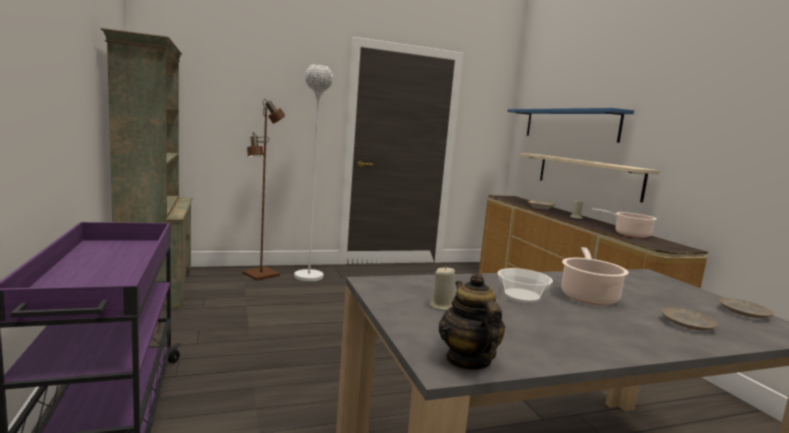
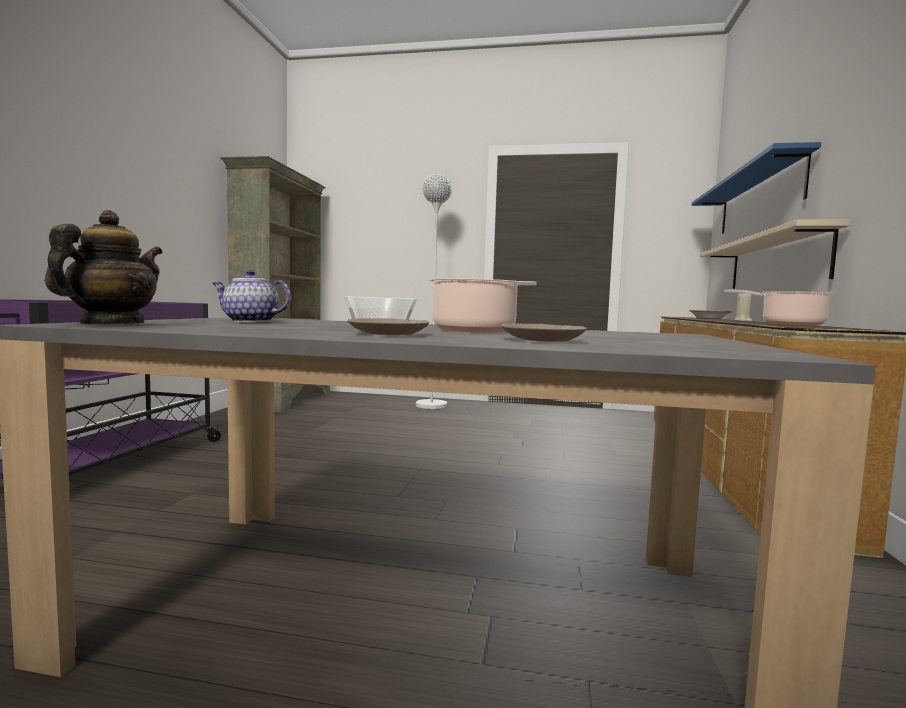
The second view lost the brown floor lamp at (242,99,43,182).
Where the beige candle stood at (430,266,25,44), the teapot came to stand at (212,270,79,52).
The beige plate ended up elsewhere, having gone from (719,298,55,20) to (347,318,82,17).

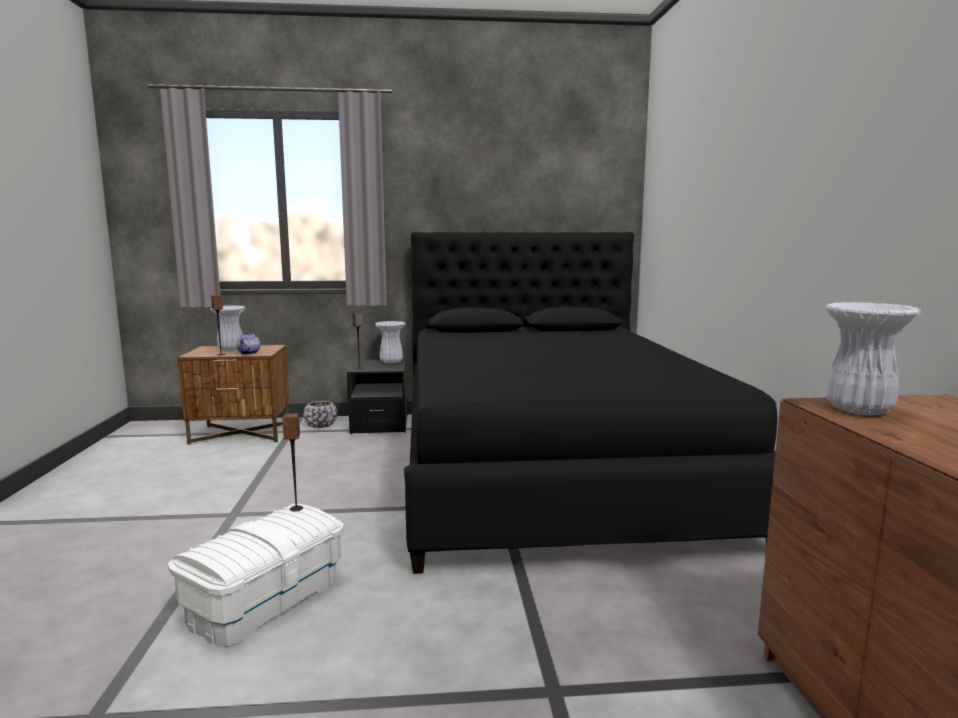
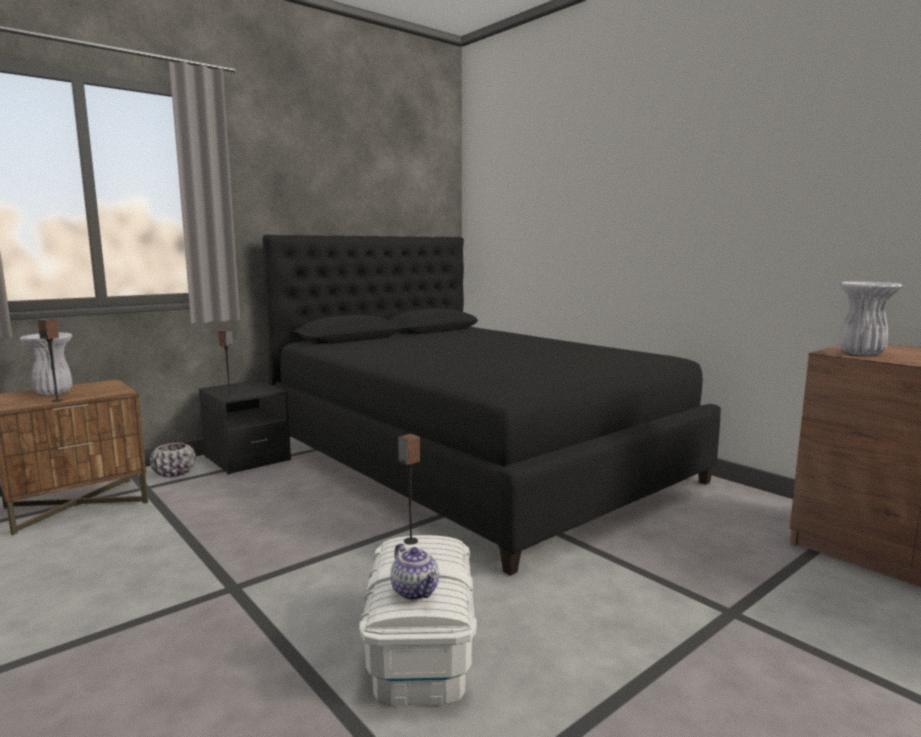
The second view lost the white vase at (375,321,31,42).
The teapot ended up elsewhere, having gone from (237,332,23,23) to (390,544,49,57).

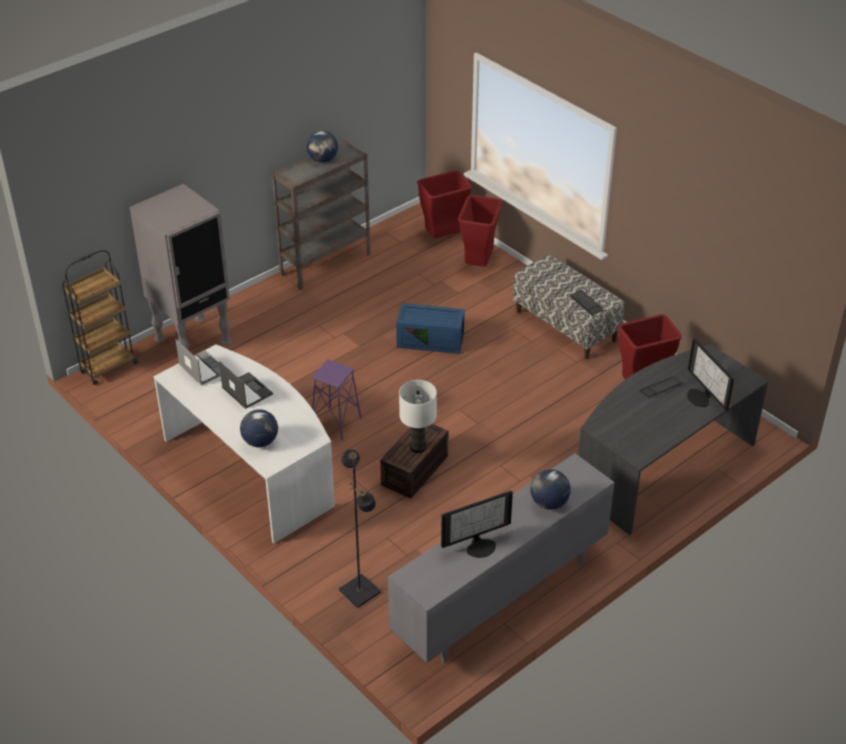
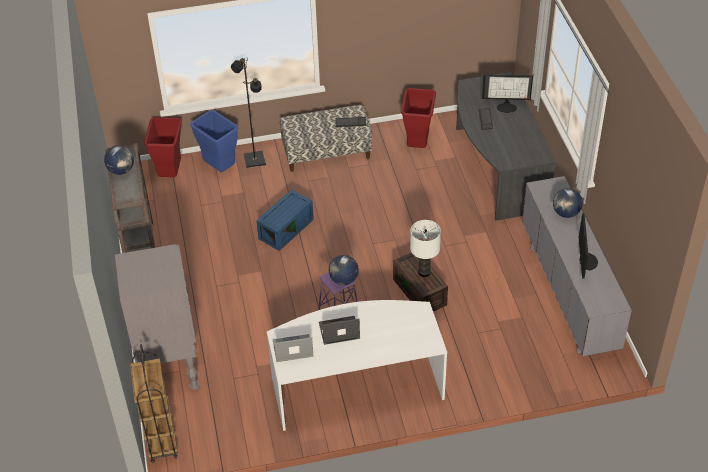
What was the red trash can at (458,195,45,72) turned into the blue trash can at (190,110,48,62).
The globe ended up elsewhere, having gone from (240,409,38,38) to (328,255,31,30).
The black floor lamp ended up elsewhere, having gone from (339,449,41,159) to (231,57,35,111).

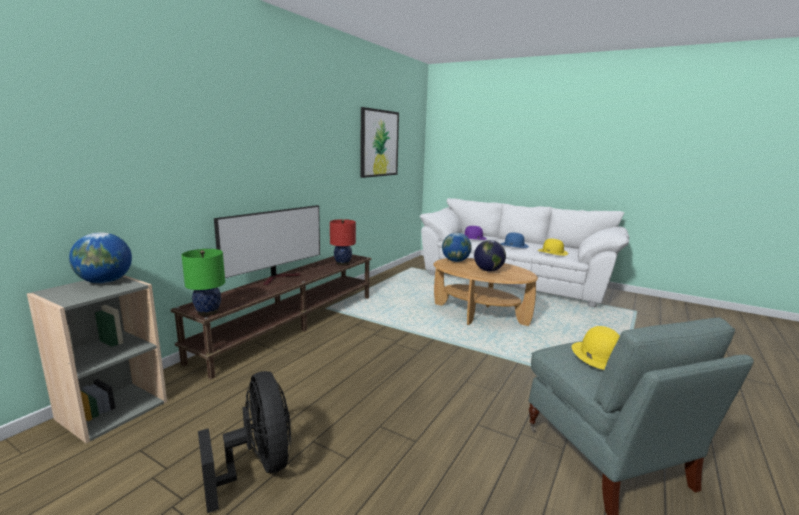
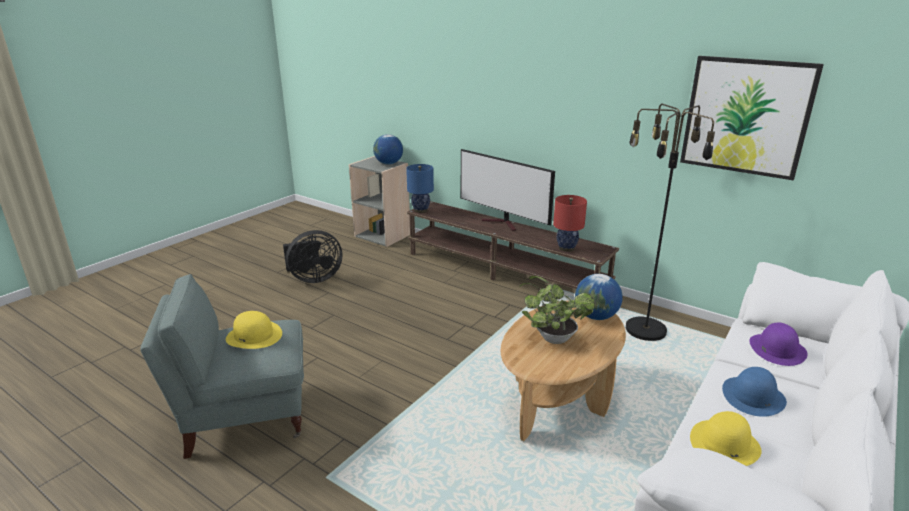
Where the globe stood at (474,240,32,32), the potted plant came to stand at (519,276,76,68).
What was the green table lamp at (181,249,44,67) turned into the blue table lamp at (406,164,28,49).
The second view gained the floor lamp at (626,103,89,238).

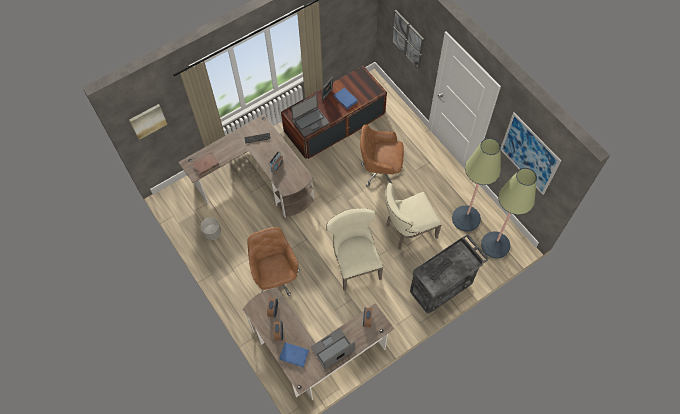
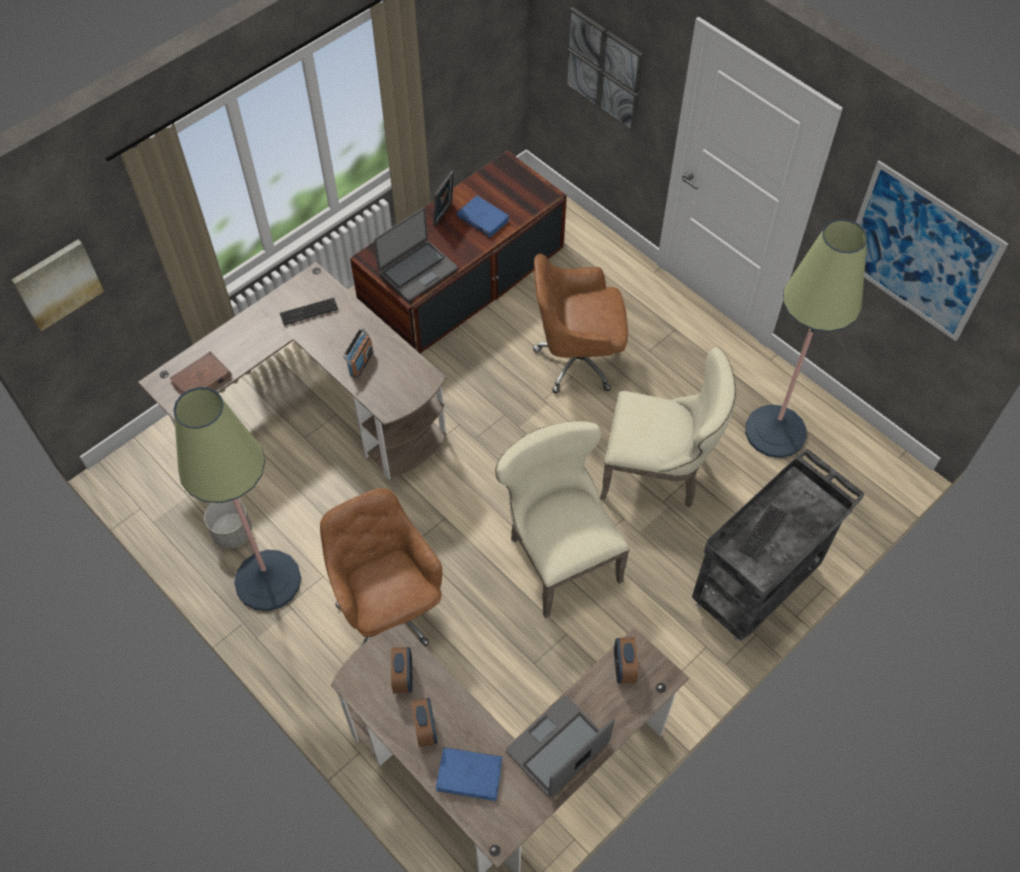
The floor lamp ended up elsewhere, having gone from (481,168,56,91) to (173,387,128,224).
The beige chair at (385,183,57,67) ended up facing another way, 135 degrees counterclockwise from before.

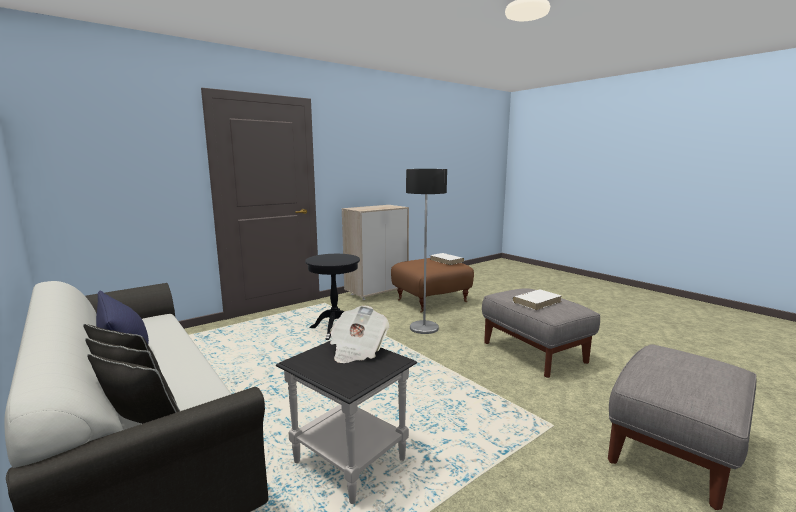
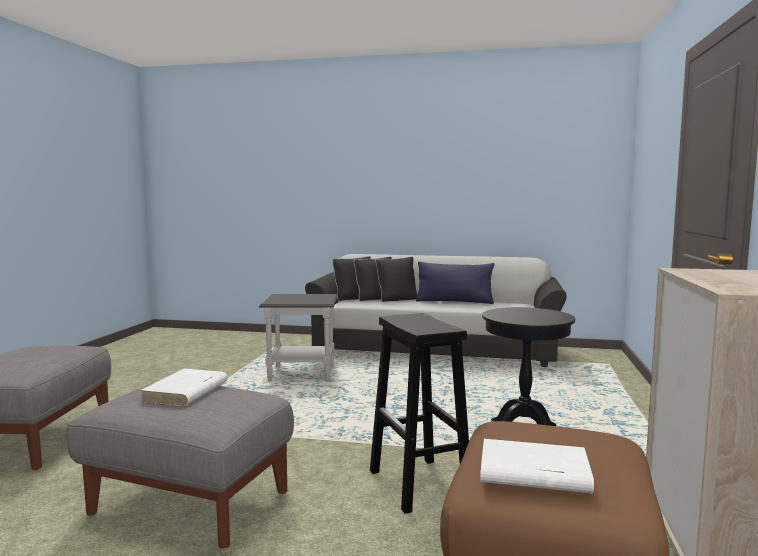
Where the floor lamp stood at (406,169,41,165), the black stool came to stand at (370,313,99,201).
The second view lost the newspaper at (330,305,60,58).

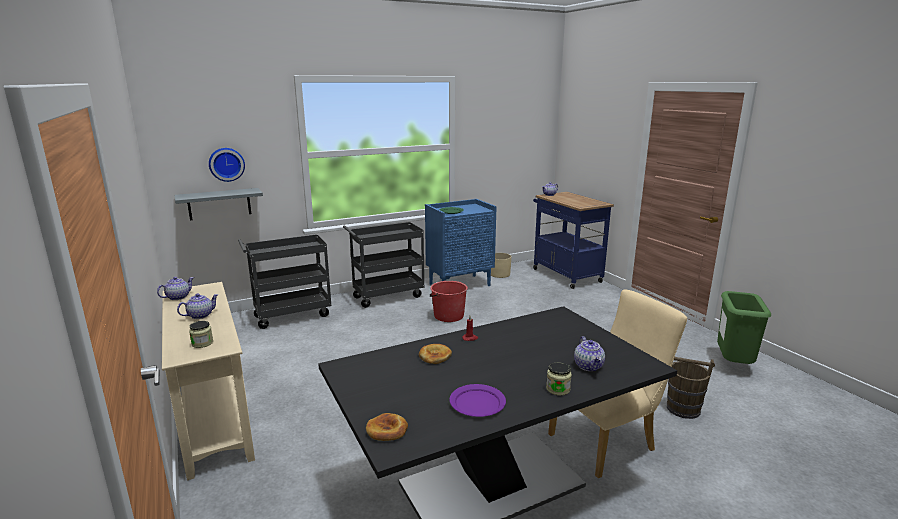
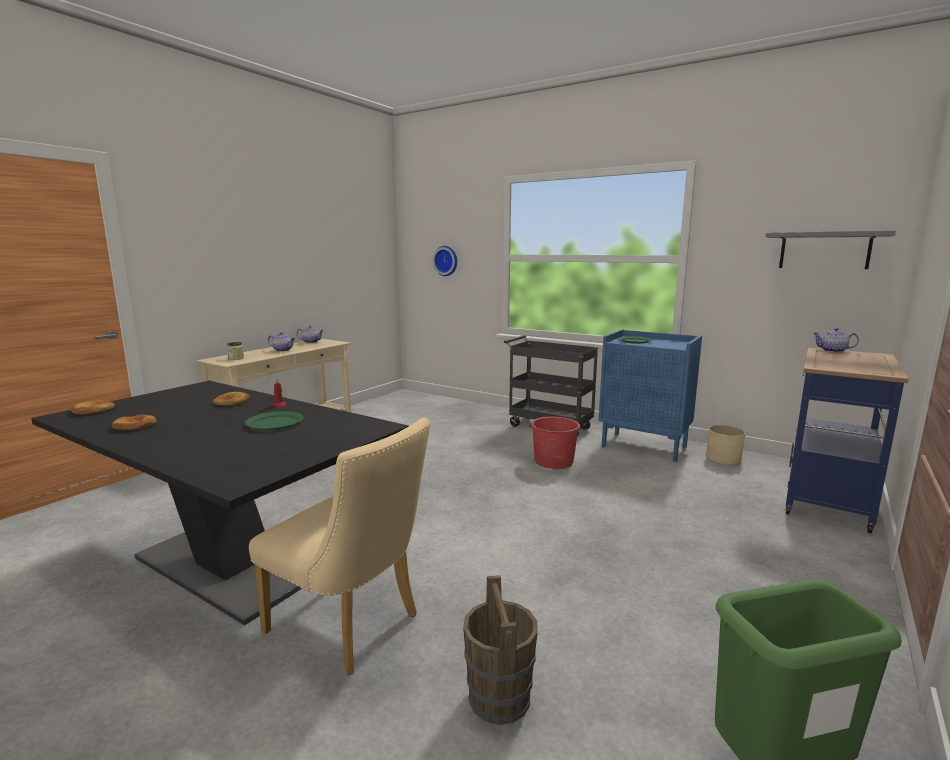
The grey shelf ended up elsewhere, having gone from (175,188,88,32) to (765,231,131,38).
The second view lost the grey cart at (238,235,93,94).
The second view lost the teapot at (574,336,31,35).
The second view lost the jar at (546,362,26,34).
Where the purple plate stood at (449,384,57,33), the bread came to stand at (112,415,44,15).
The second view gained the green plate at (245,411,59,19).

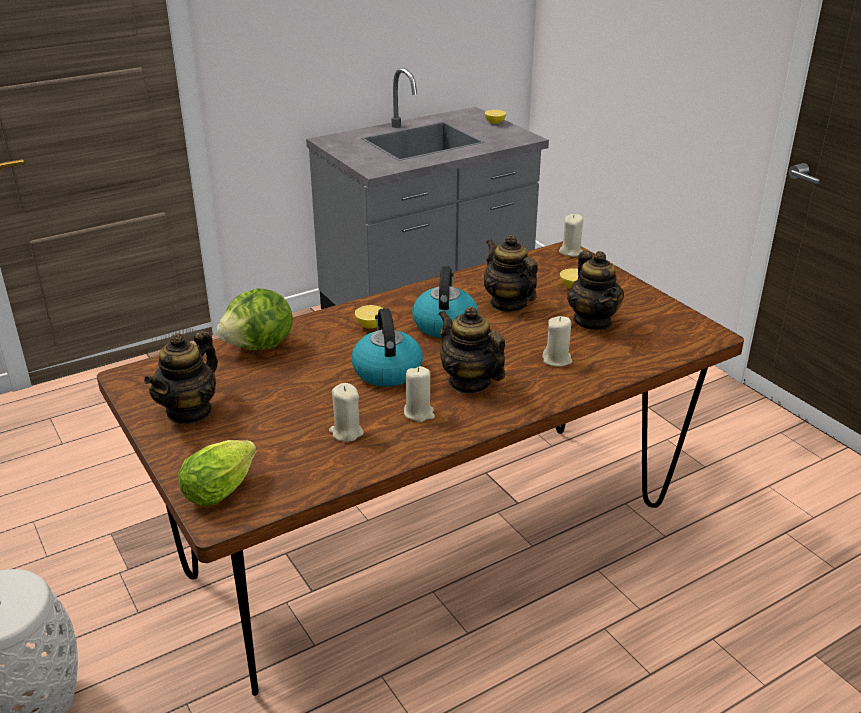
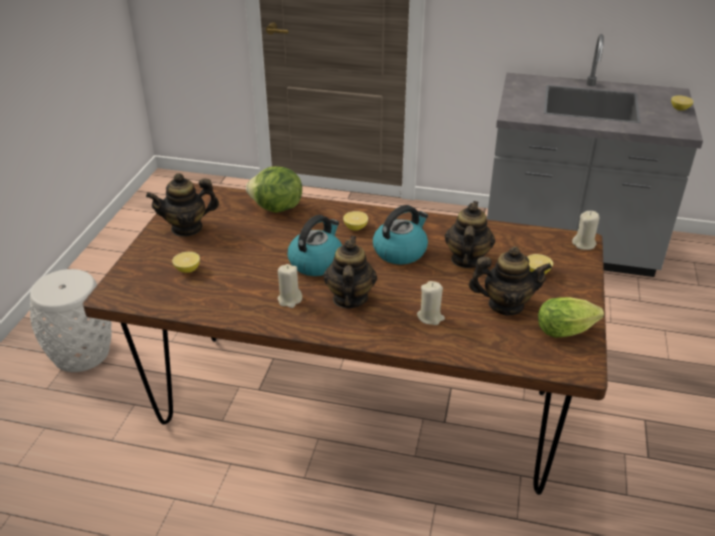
The teapot at (567,251,57,79) ended up facing another way, 120 degrees counterclockwise from before.
The second view lost the beige candle at (329,383,35,59).
The lettuce ended up elsewhere, having gone from (178,440,79,66) to (538,297,66,41).
The second view gained the lemon at (172,252,28,21).

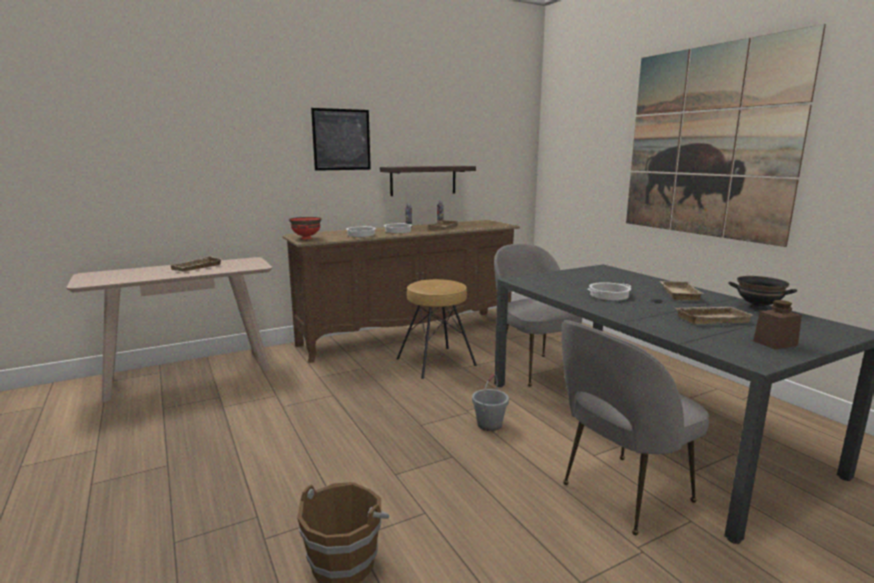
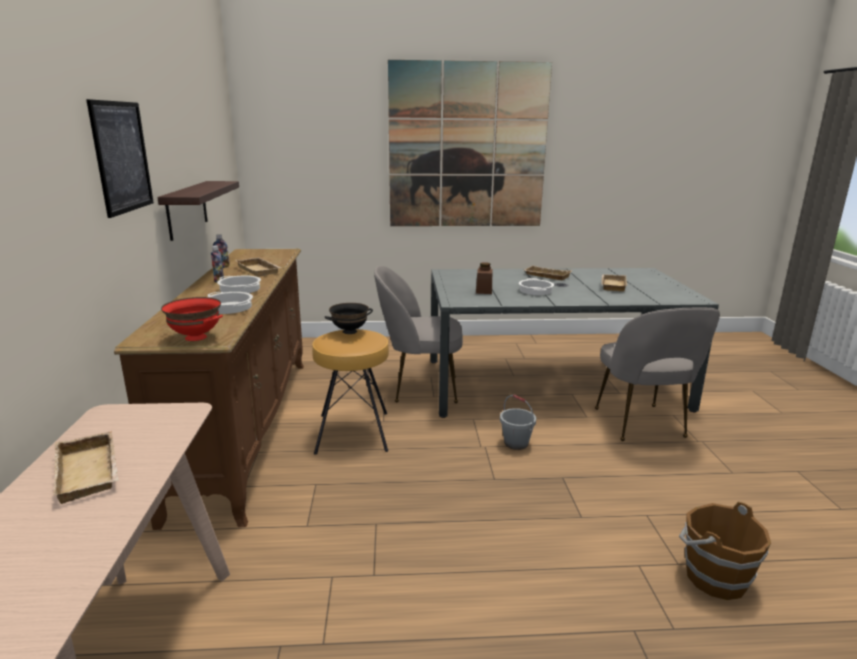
The black bowl ended up elsewhere, having gone from (728,276,69,34) to (324,303,49,31).
The brown jar ended up elsewhere, having gone from (753,300,49,49) to (476,262,16,32).

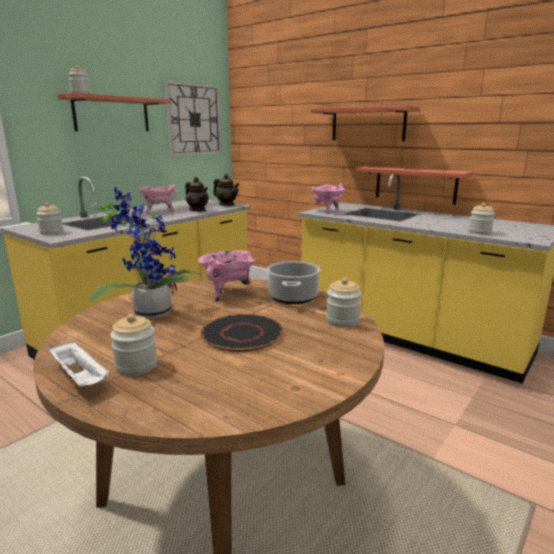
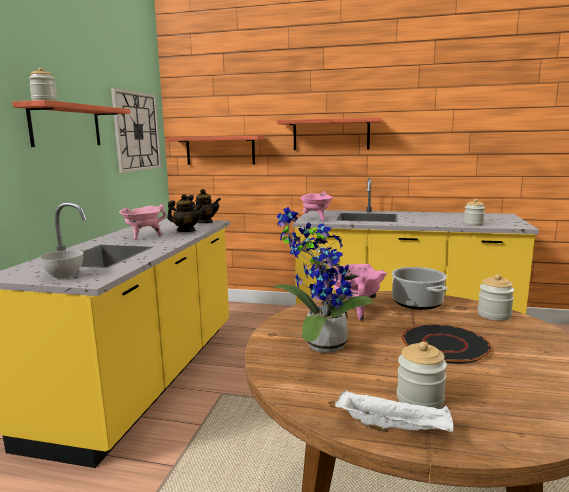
The shelf ended up elsewhere, having gone from (355,166,118,39) to (166,136,98,29).
Where the jar stood at (36,203,27,31), the grey bowl came to stand at (39,250,44,29).

